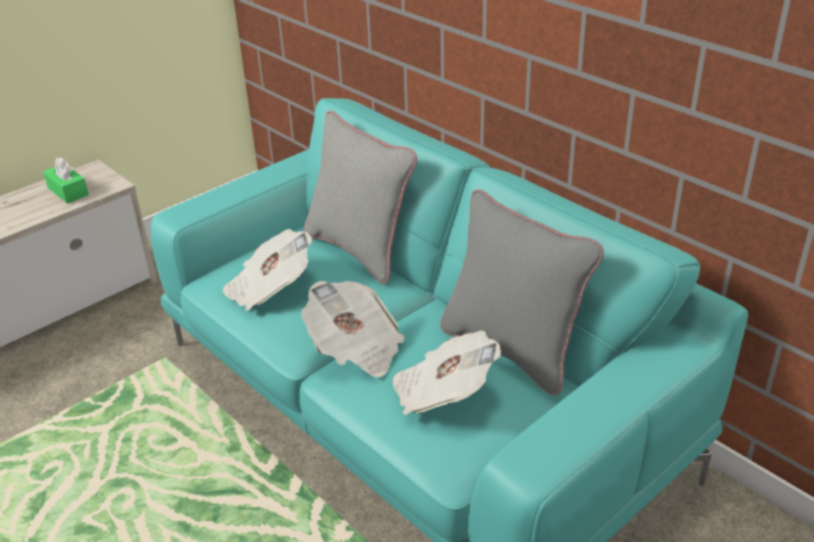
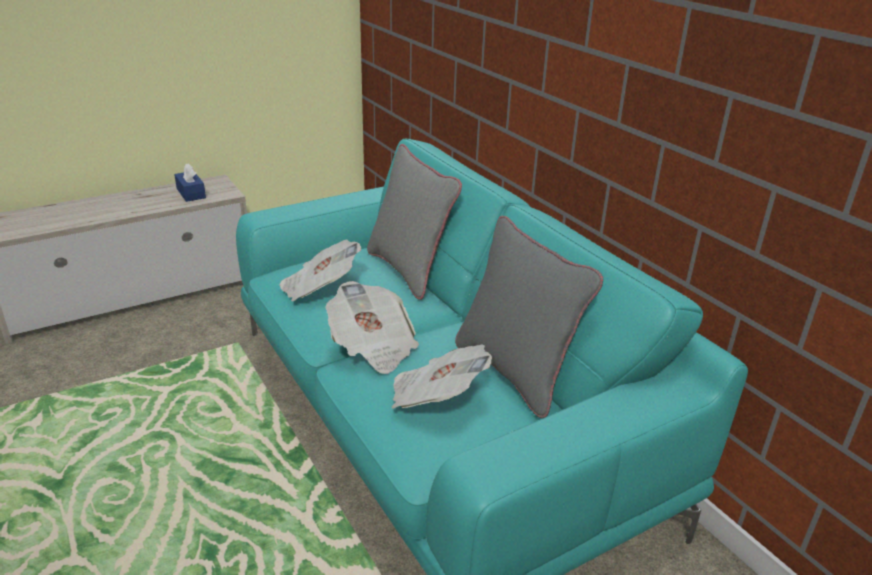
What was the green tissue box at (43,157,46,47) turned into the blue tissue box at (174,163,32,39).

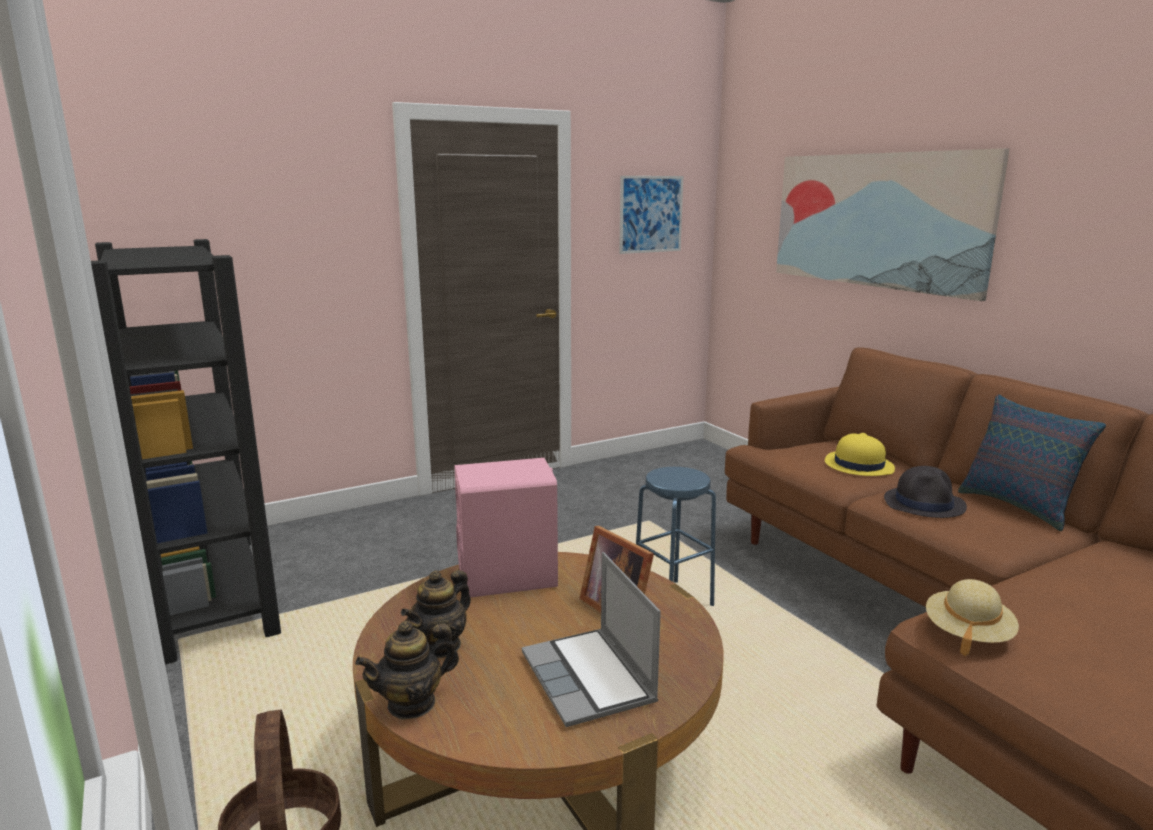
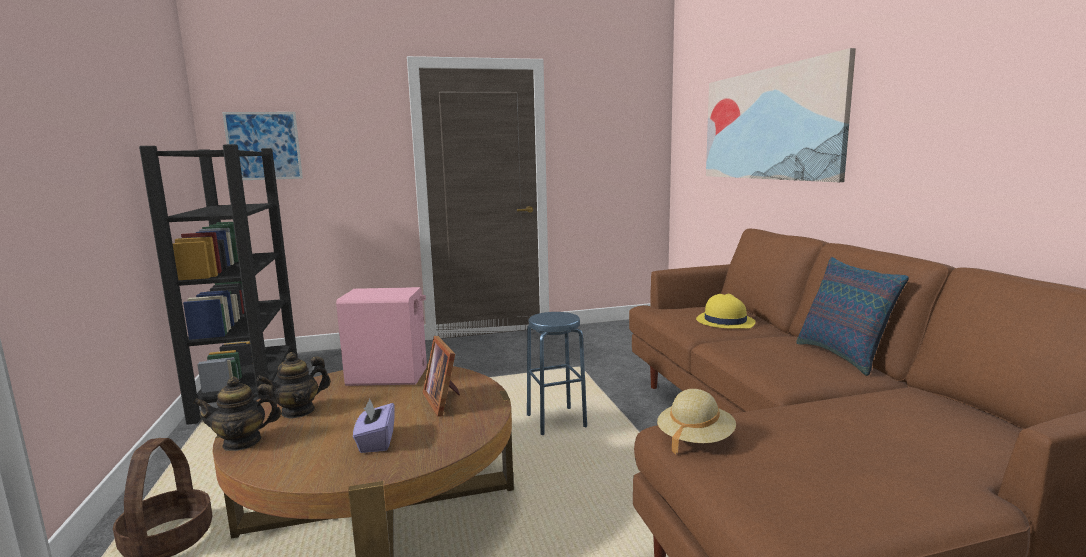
The picture ended up elsewhere, having gone from (619,176,64,78) to (222,112,81,68).
The second view lost the black hat at (884,466,83,52).
Where the laptop stood at (522,552,139,175), the purple tissue box came to stand at (353,399,42,54).

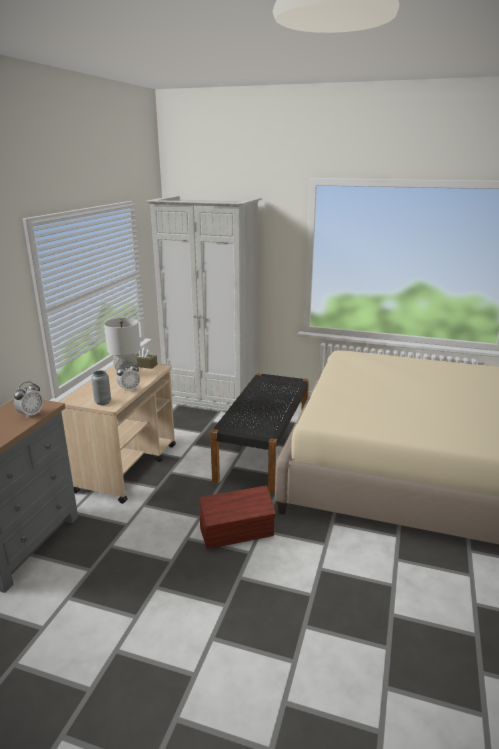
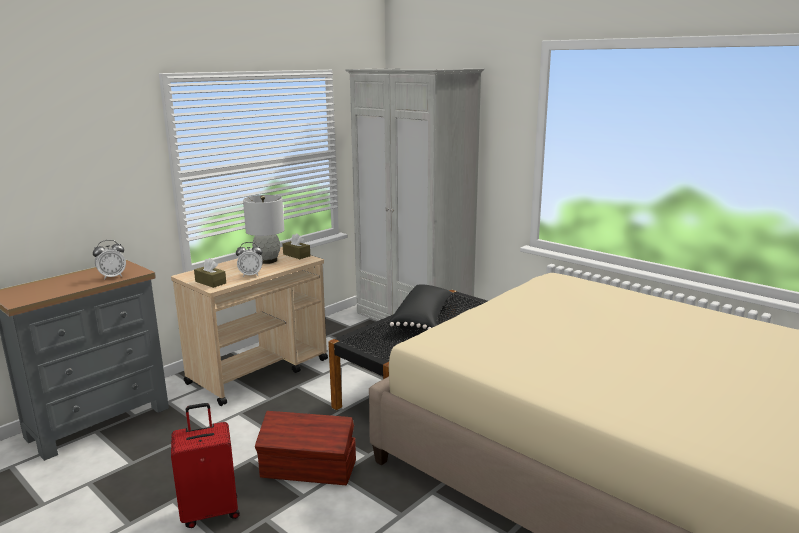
Where the grey vase stood at (91,370,20,35), the brown tissue box came to stand at (194,258,32,30).
The second view gained the black pillow at (389,284,64,46).
The second view gained the red suitcase at (171,403,69,125).

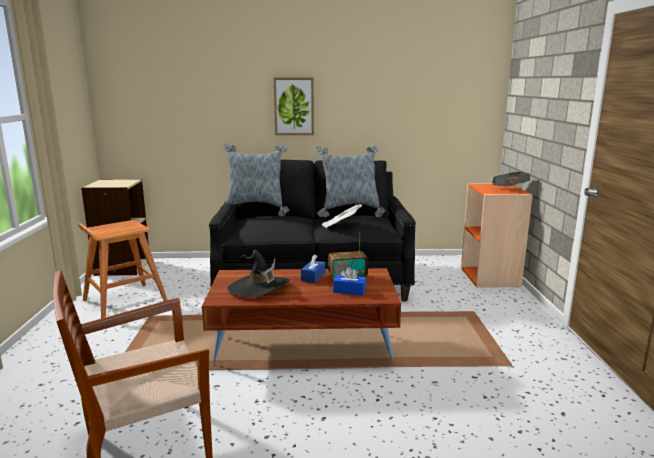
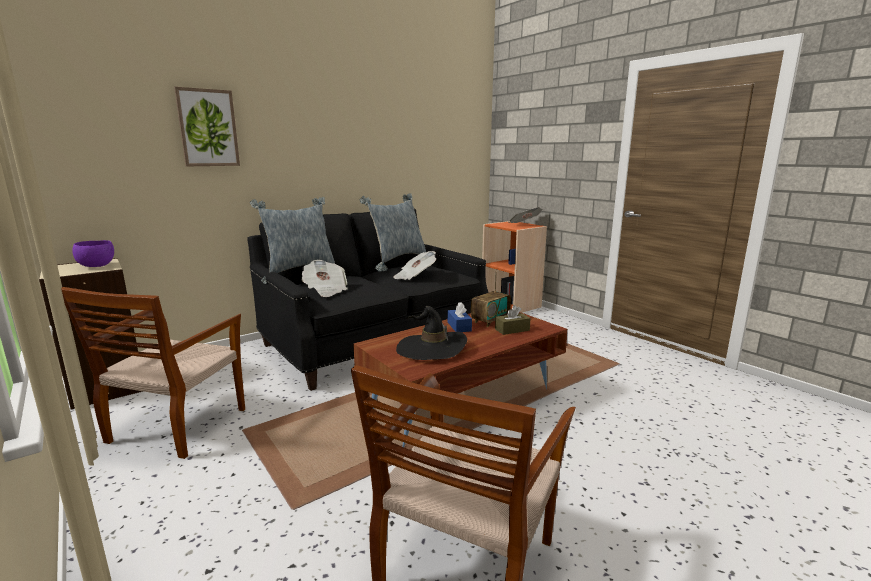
The picture ended up elsewhere, having gone from (274,78,40,57) to (174,87,66,79).
Where the brown stool stood at (78,220,89,99), the brown armchair came to stand at (61,287,184,172).
What was the blue tissue box at (333,267,33,28) turned into the brown tissue box at (495,305,36,30).
The second view gained the purple bowl at (72,240,42,27).
The second view gained the newspaper at (301,260,47,37).

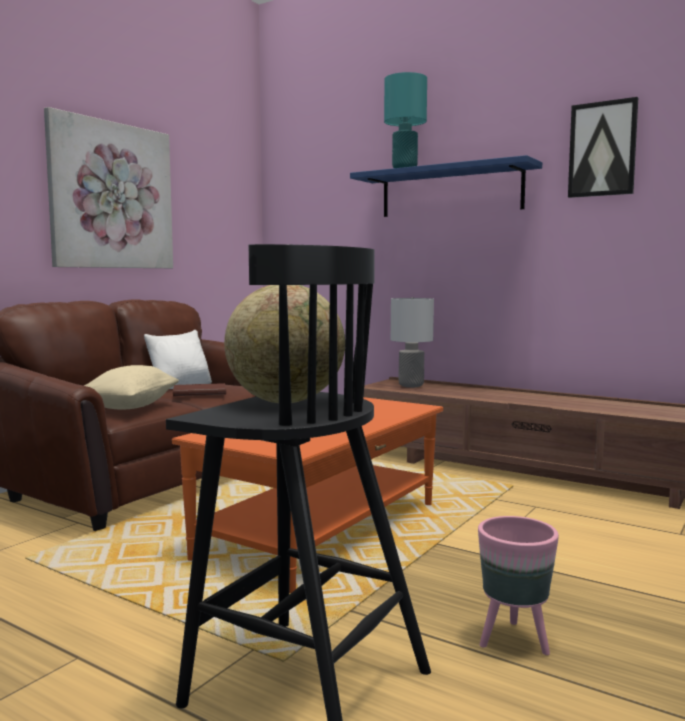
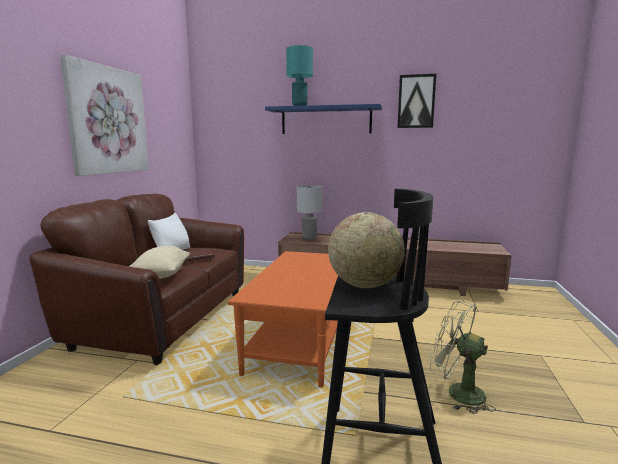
Where the pink planter stood at (478,516,81,139), the green fan came to stand at (430,300,66,114).

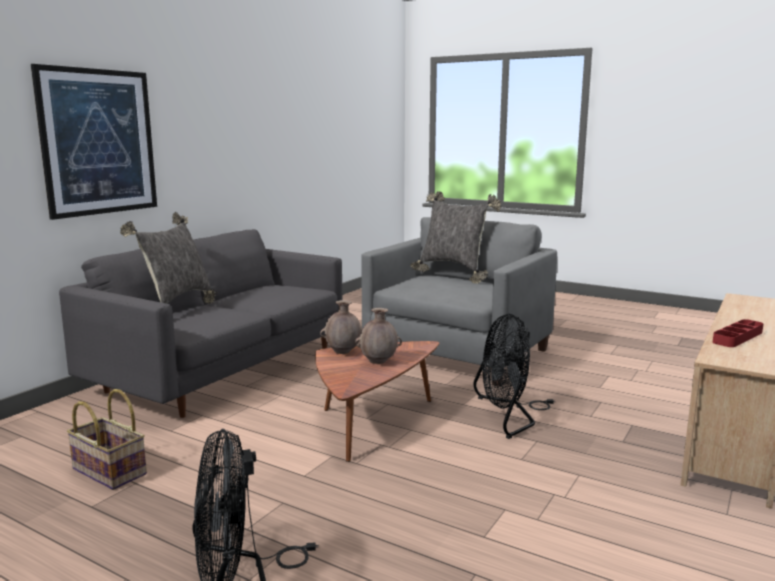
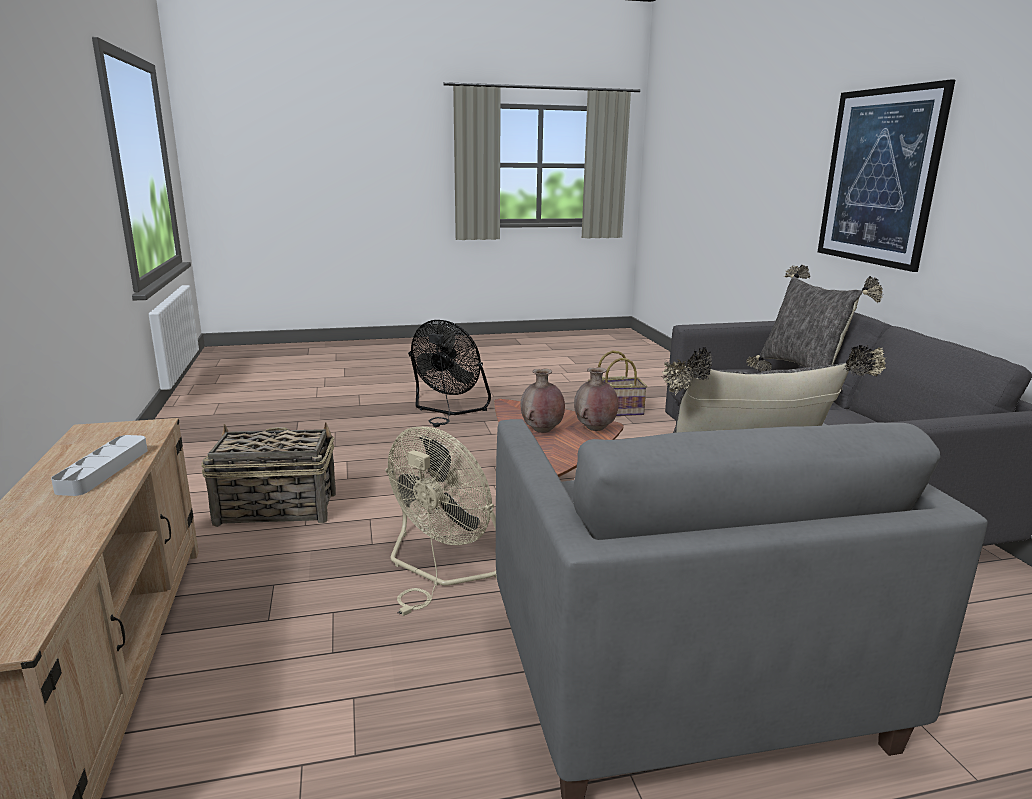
What was the black fan at (474,314,81,125) turned into the beige fan at (385,427,112,189).
What was the red tray at (713,319,50,28) turned into the grey tray at (51,435,97,61).
The second view gained the basket at (201,422,135,105).

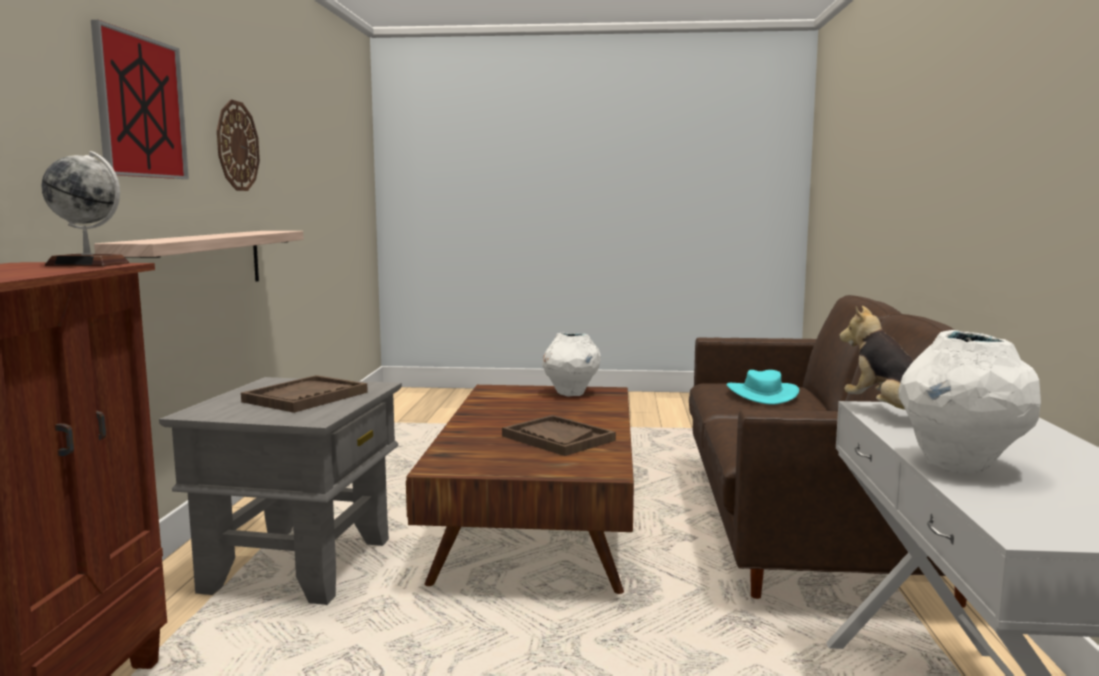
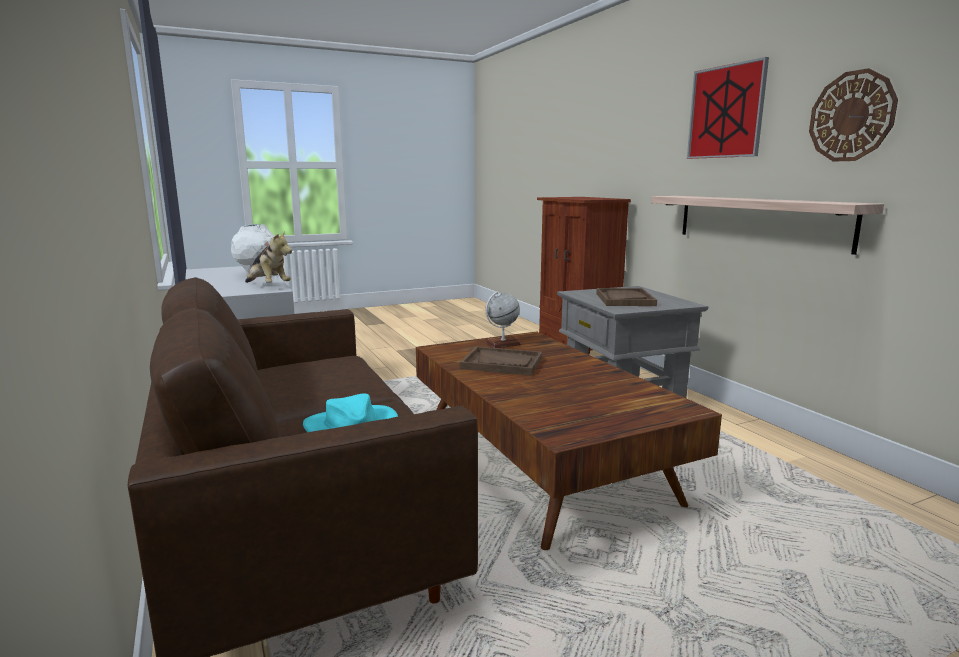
The globe ended up elsewhere, having gone from (41,151,88,115) to (485,292,36,56).
The second view lost the white vase at (542,333,59,64).

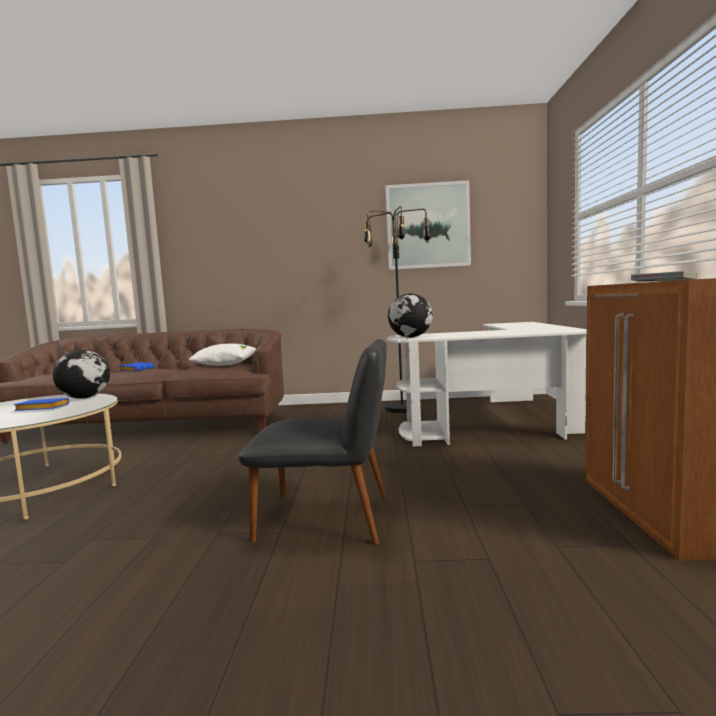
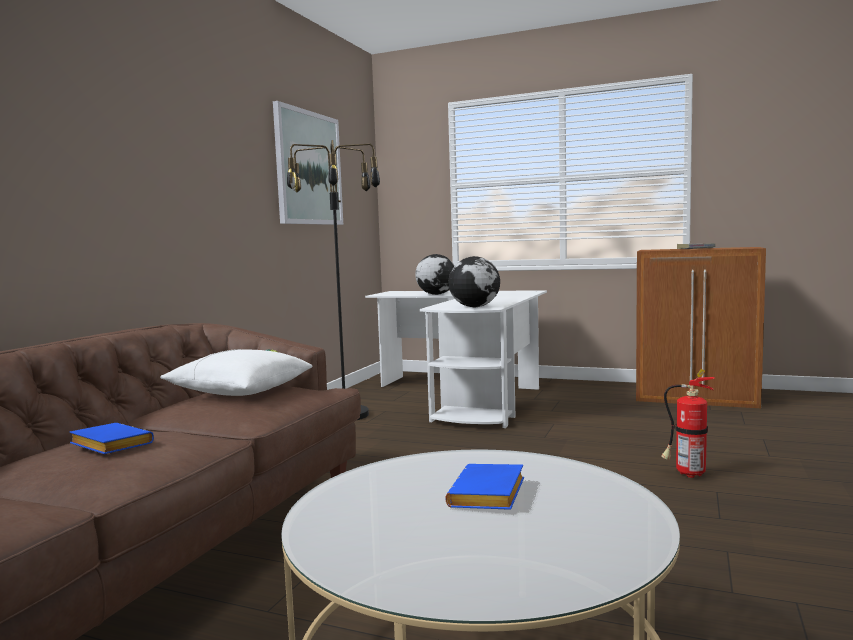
Where the black chair stood at (237,339,150,206), the fire extinguisher came to stand at (661,369,54,109).
The globe ended up elsewhere, having gone from (53,350,57,49) to (415,254,39,41).

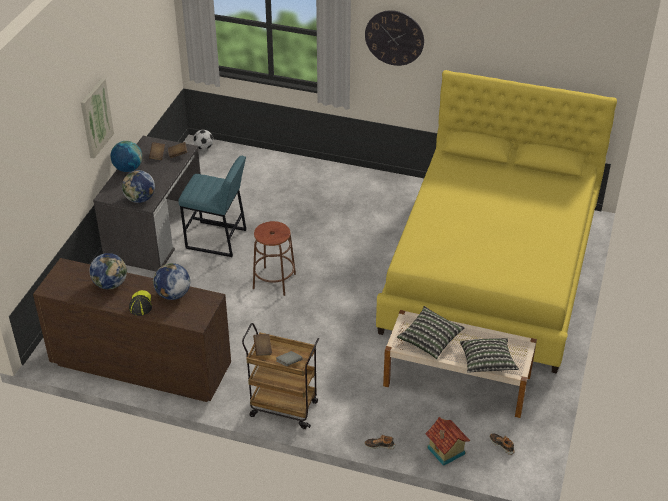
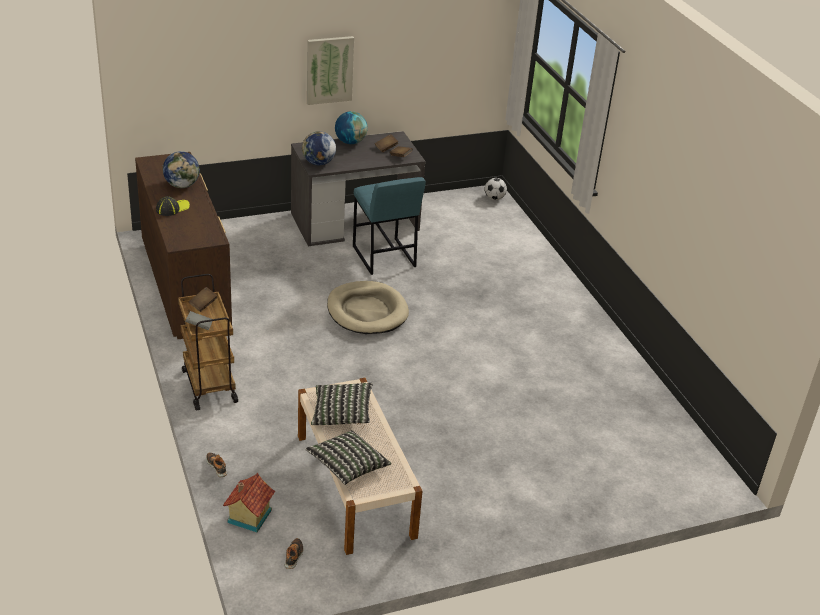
The second view lost the wall clock at (365,10,59,56).
The second view lost the yellow bed at (376,70,241,304).
Where the brown stool stood at (253,221,43,75), the beige dog bed came to stand at (327,281,82,53).
The second view lost the globe at (153,263,37,37).

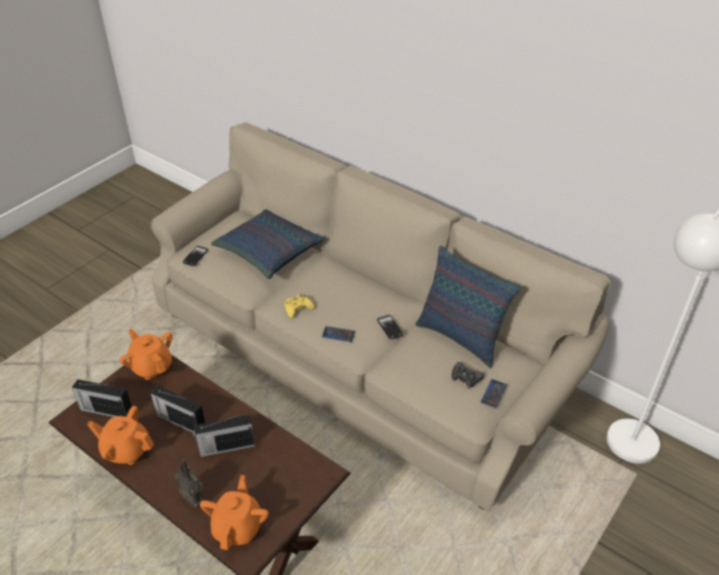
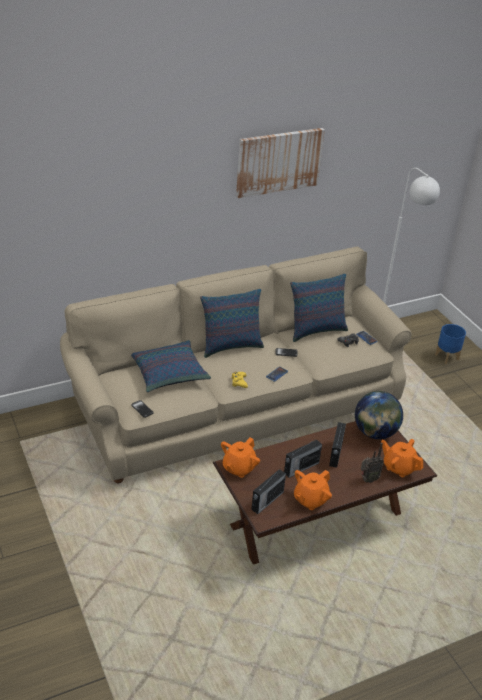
The orange teapot at (119,329,54,51) ended up facing another way, 45 degrees counterclockwise from before.
The second view gained the picture at (236,128,89,70).
The second view gained the blue pillow at (200,289,64,69).
The second view gained the blue planter at (435,324,31,40).
The second view gained the globe at (355,391,48,48).

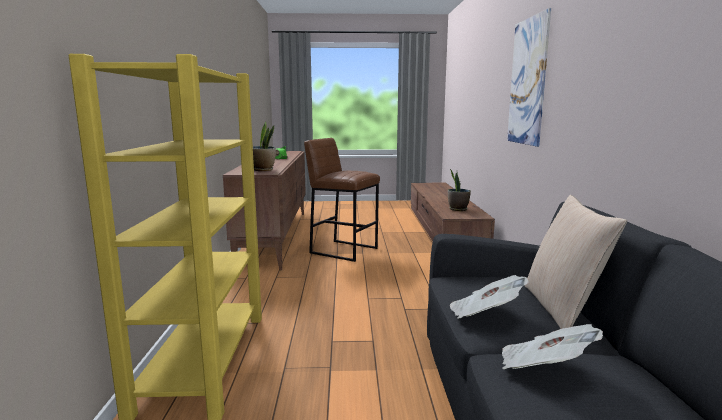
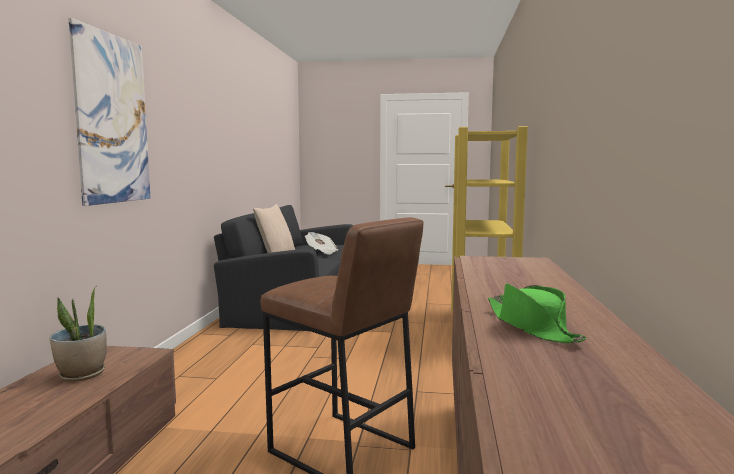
The second view lost the potted plant at (253,122,23,49).
The second view lost the newspaper at (449,275,80,44).

